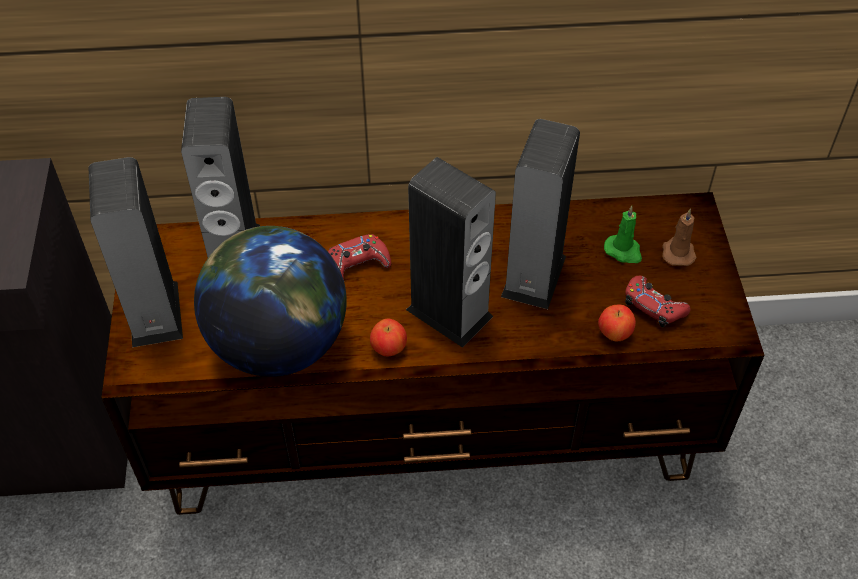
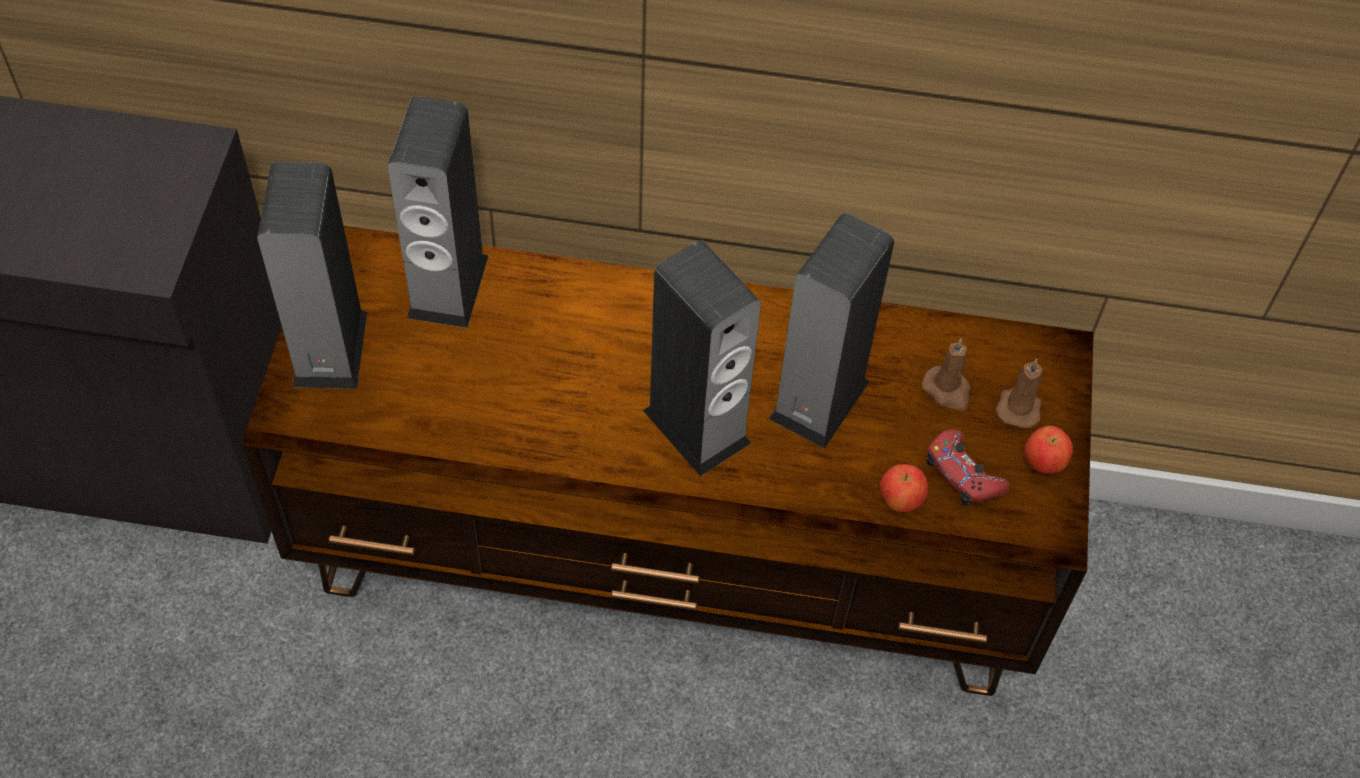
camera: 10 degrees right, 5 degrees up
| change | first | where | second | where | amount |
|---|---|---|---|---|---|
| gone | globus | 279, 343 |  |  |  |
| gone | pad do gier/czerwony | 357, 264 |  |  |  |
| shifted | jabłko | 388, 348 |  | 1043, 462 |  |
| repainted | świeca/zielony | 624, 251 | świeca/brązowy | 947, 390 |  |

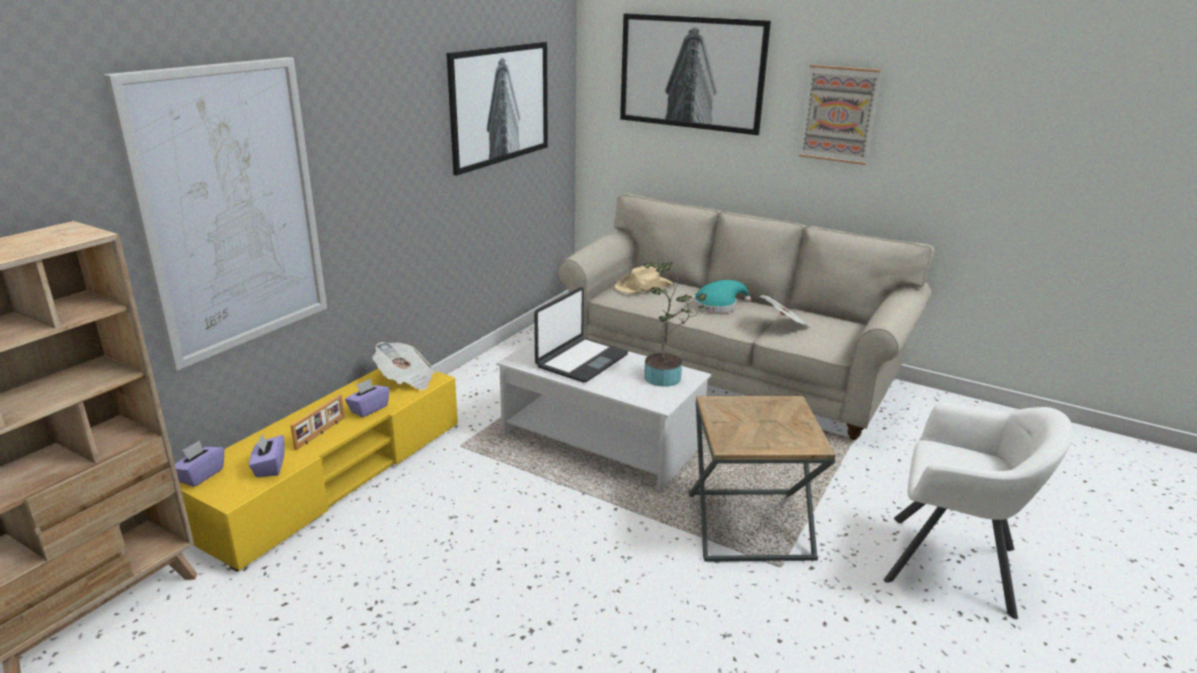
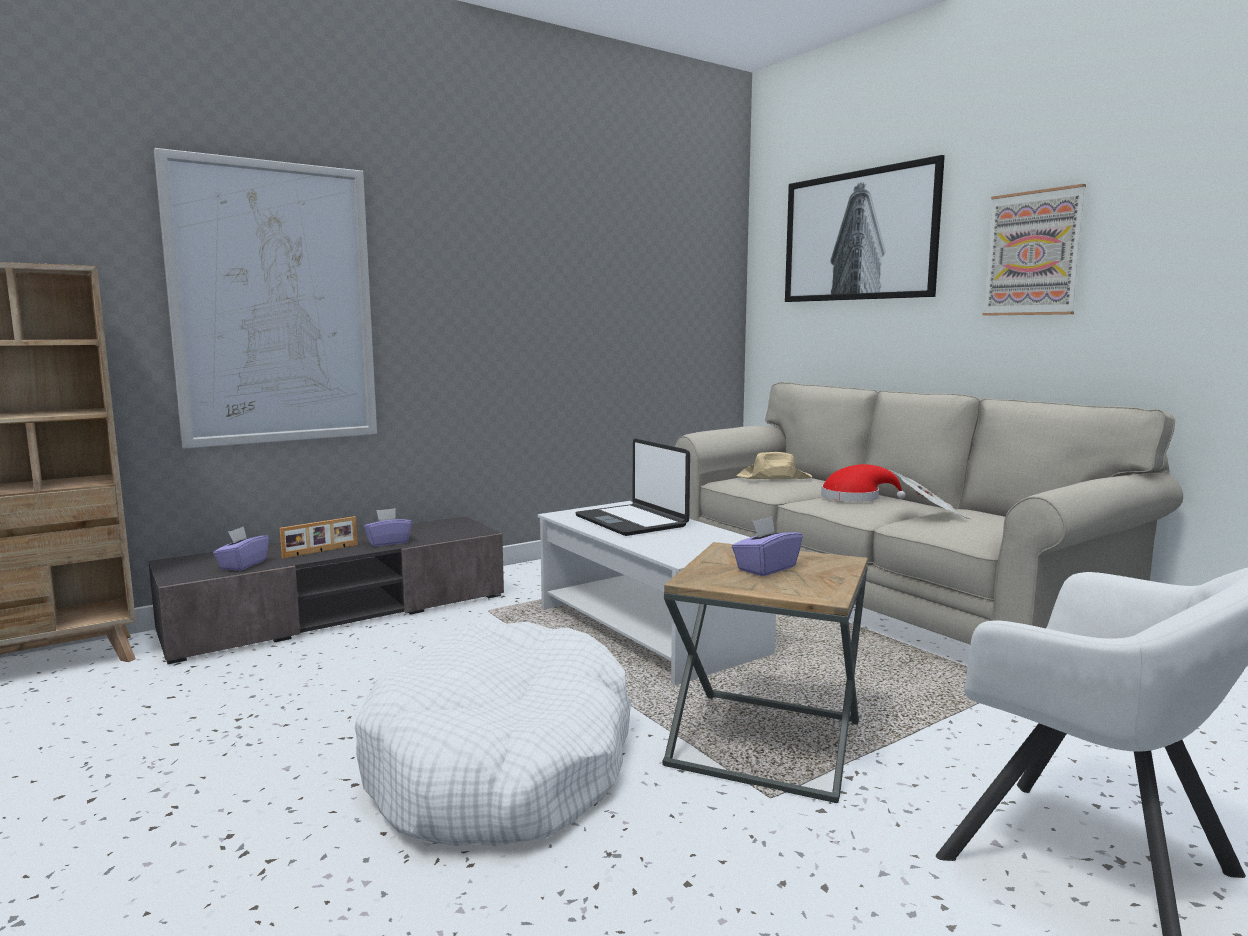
camera: 25 degrees right, 15 degrees down
| change | first | where | second | where | amount |
|---|---|---|---|---|---|
| shifted | pudełko chusteczek/fioletowy | 200, 475 |  | 766, 568 |  |
| repainted | szafka pod telewizor/żółty | 334, 476 | szafka pod telewizor/szary | 340, 613 |  |
| gone | gazeta | 406, 380 |  |  |  |
| gone | obraz | 499, 104 |  |  |  |
| rotated | laptop | 581, 360 |  | 632, 521 | 90 degrees clockwise |
| gone | roślina doniczkowa | 667, 377 |  |  |  |
| repainted | kapelusz/turkusowy | 718, 306 | kapelusz/czerwony | 855, 498 |  |
| new |  |  | legowisko/biały | 502, 763 |  |

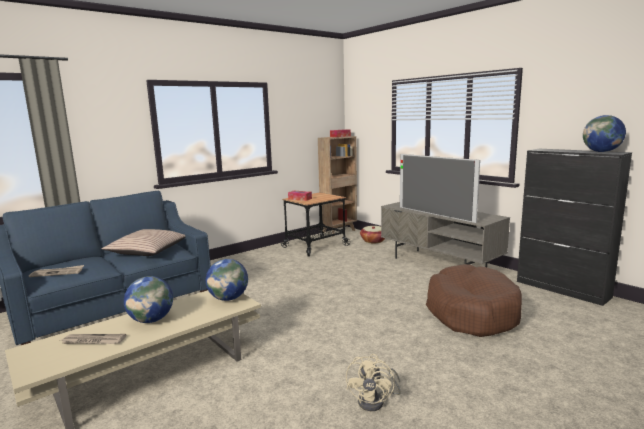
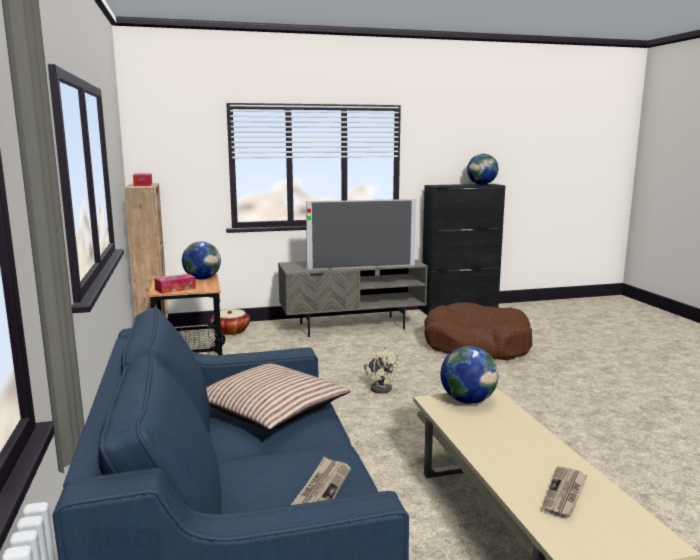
camera: 65 degrees left, 0 degrees up
| change | first | where | second | where | amount |
|---|---|---|---|---|---|
| shifted | globus | 151, 320 |  | 202, 278 |  |
| shifted | wentylator/beżowy | 376, 401 |  | 380, 387 |  |

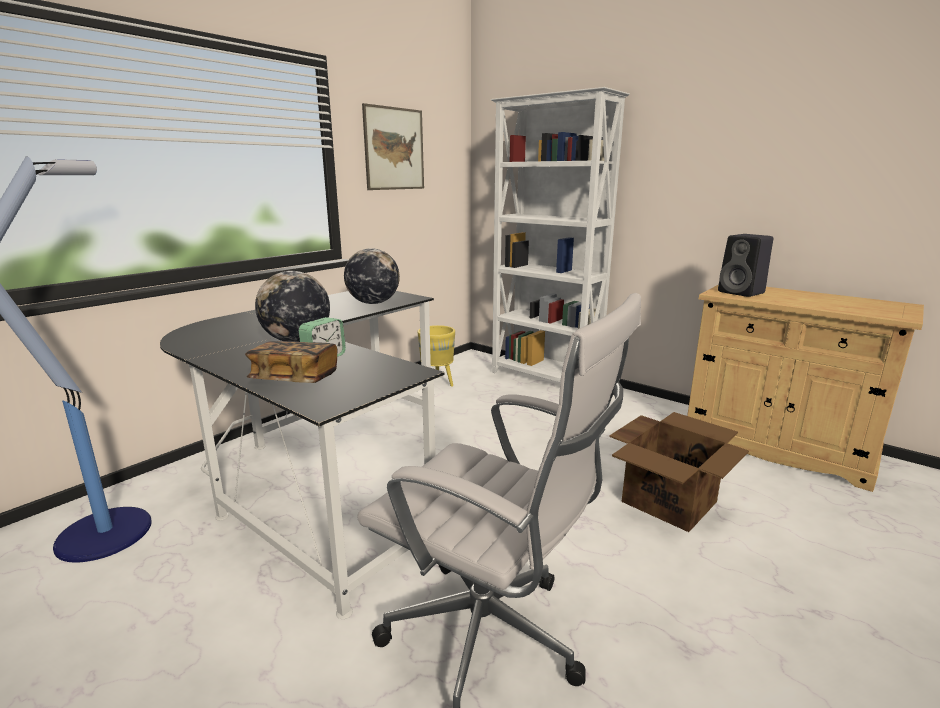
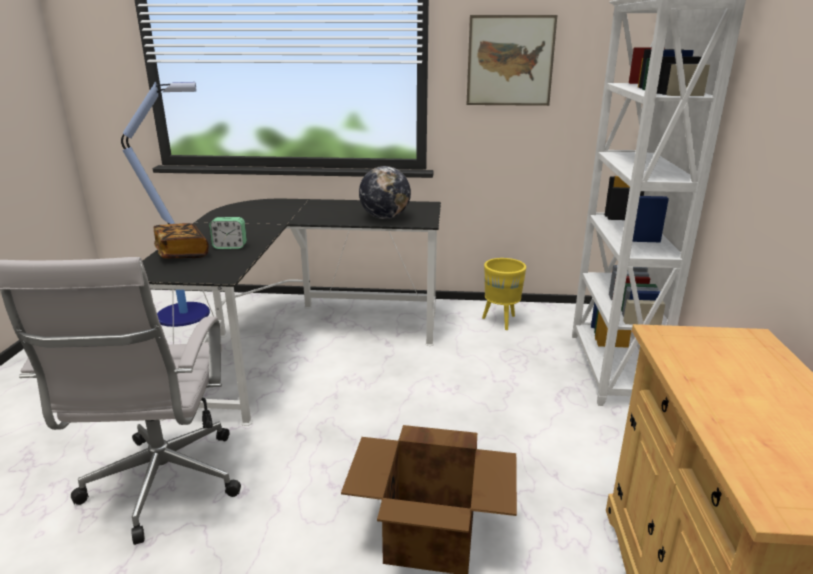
camera: 55 degrees right, 5 degrees up
| change | first | where | second | where | amount |
|---|---|---|---|---|---|
| gone | globus | 297, 341 |  |  |  |
| gone | głośnik/czarny | 742, 293 |  |  |  |

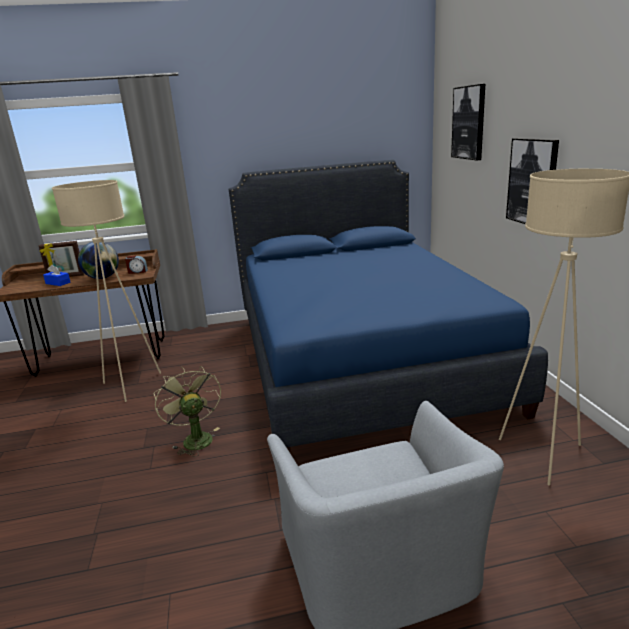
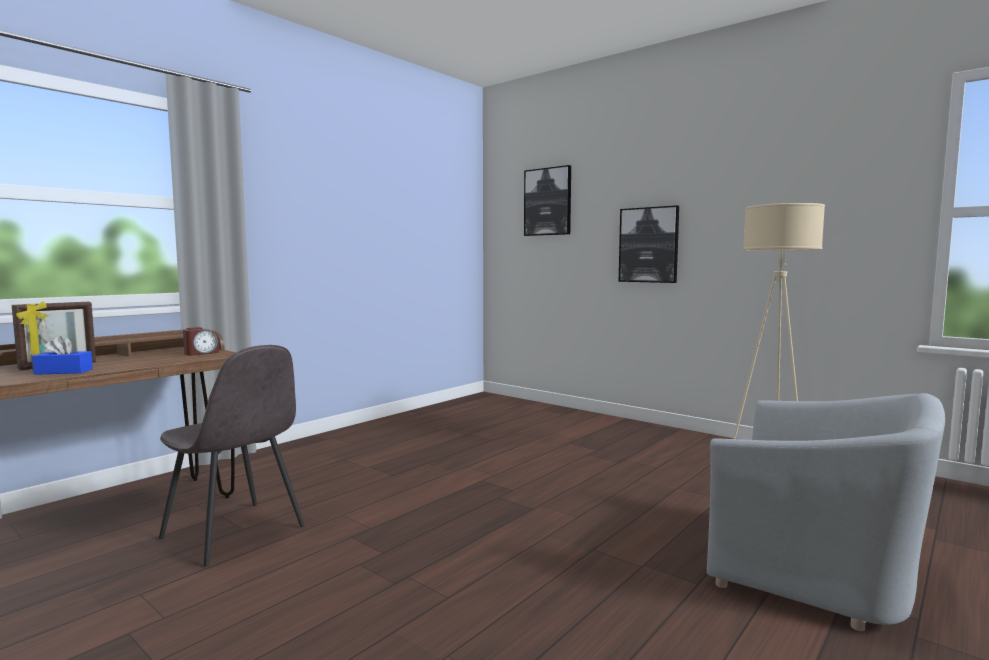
camera: 40 degrees left, 15 degrees down
| change | first | where | second | where | amount |
|---|---|---|---|---|---|
| swapped | lampa stojąca/beżowy | 131, 385 | krzesło/szary | 235, 533 |  |
| gone | globus | 102, 278 |  |  |  |
| gone | wentylator/zielony | 194, 438 |  |  |  |
| gone | łóżko/niebieski | 360, 358 |  |  |  |

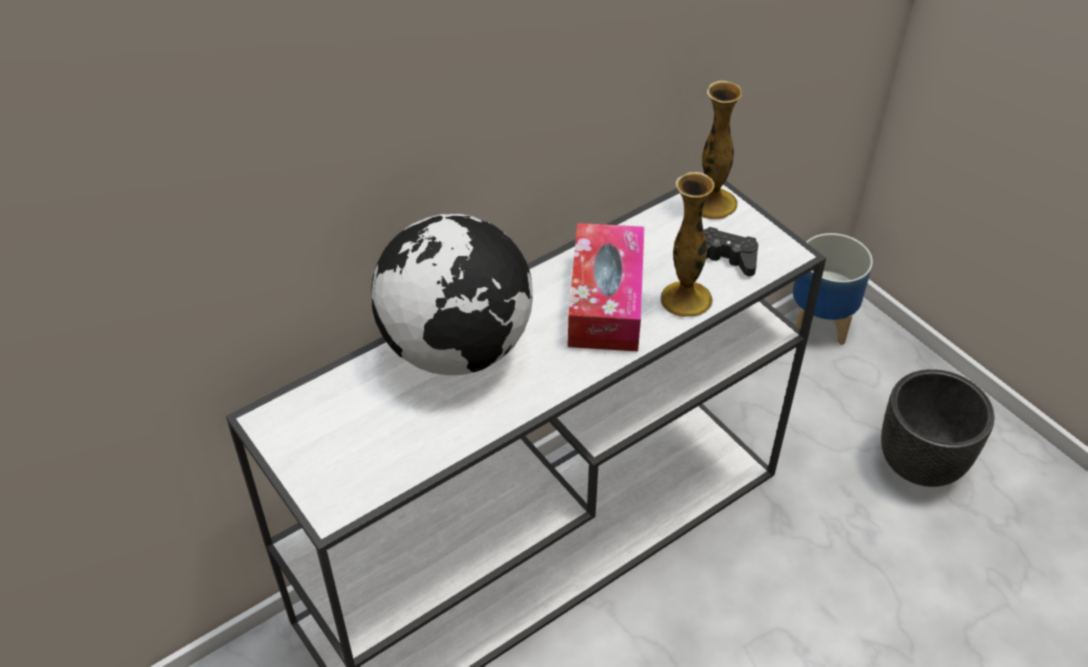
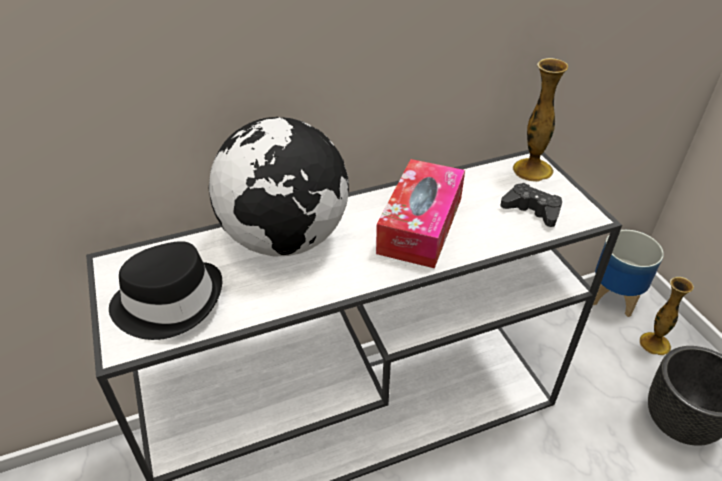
camera: 15 degrees right, 5 degrees down
| change | first | where | second | where | amount |
|---|---|---|---|---|---|
| shifted | wazon | 686, 299 |  | 654, 343 |  |
| new |  |  | kapelusz/czarny | 169, 301 |  |

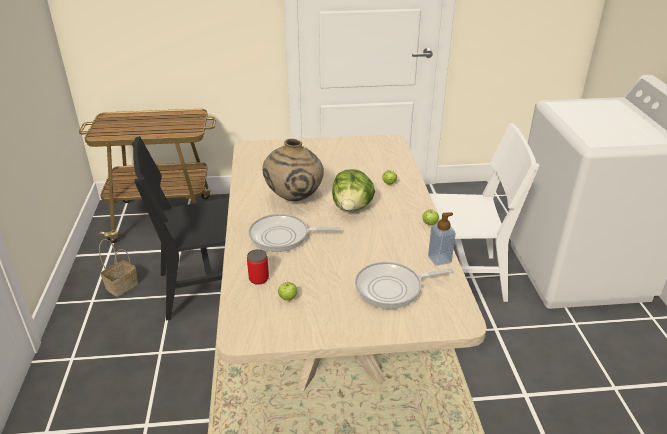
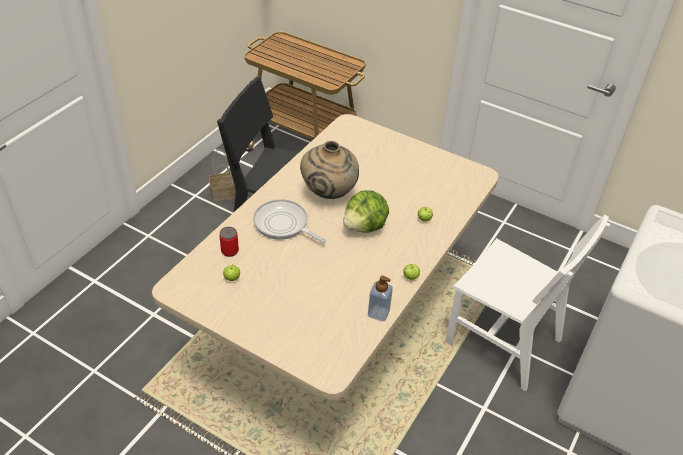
camera: 35 degrees right, 10 degrees up
| change | first | where | second | where | amount |
|---|---|---|---|---|---|
| gone | patelnia | 392, 288 |  |  |  |

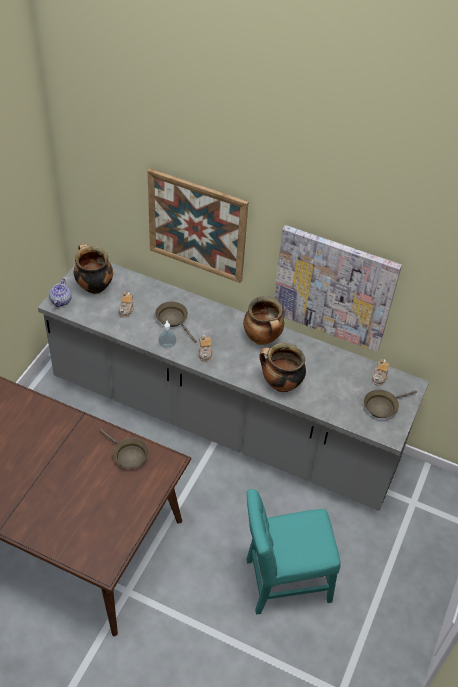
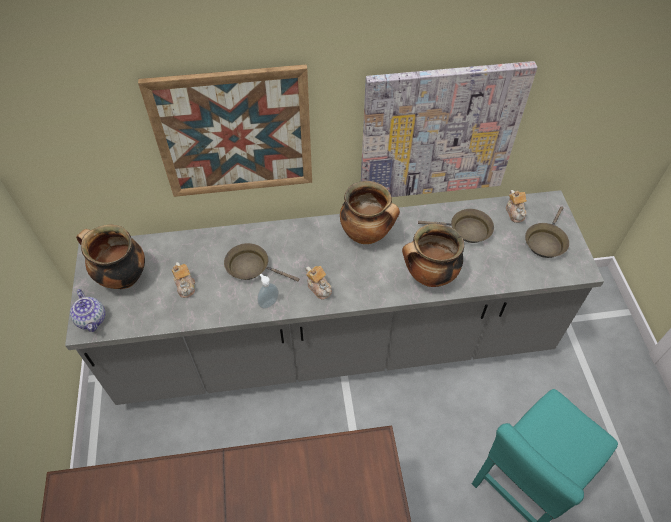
camera: 30 degrees left, 5 degrees up
| change | first | where | second | where | amount |
|---|---|---|---|---|---|
| shifted | patelnia/brązowy | 128, 455 |  | 466, 230 |  |

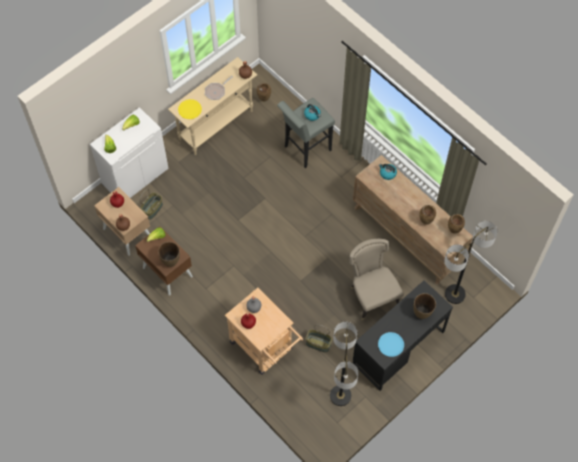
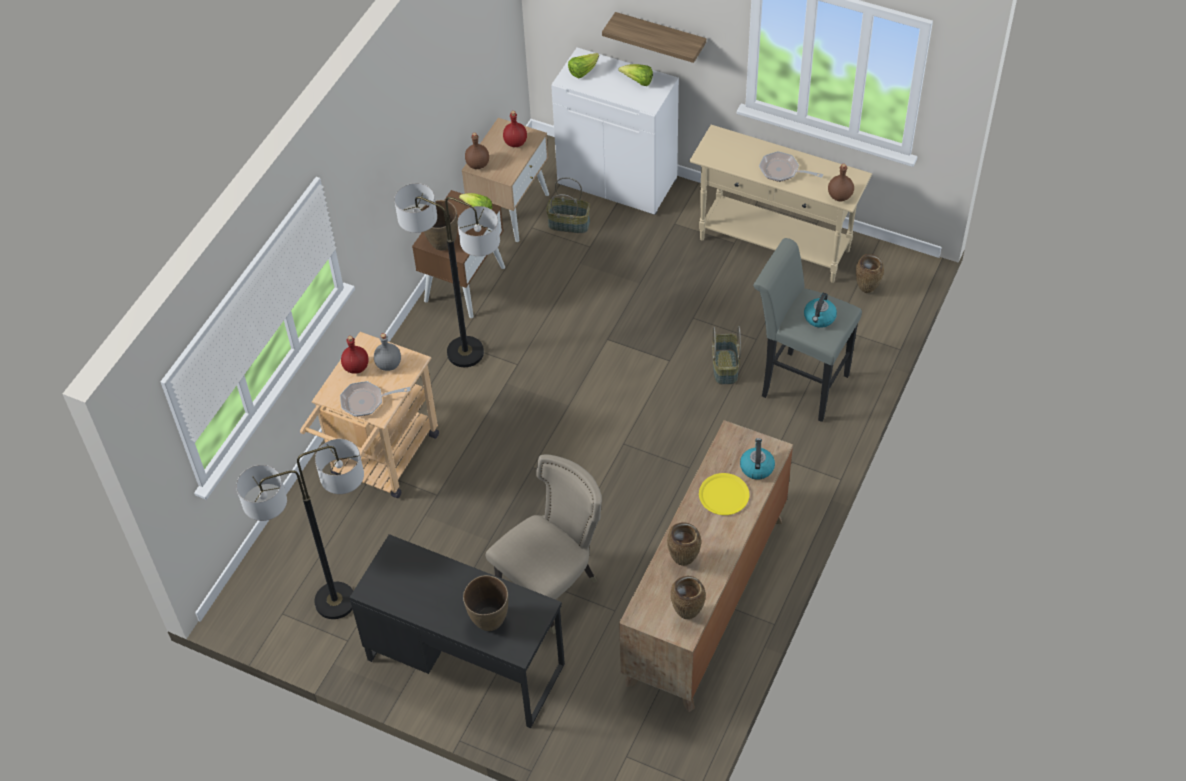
camera: 70 degrees right, 10 degrees down
| change | first | where | second | where | amount |
|---|---|---|---|---|---|
| shifted | talerz/żółty | 190, 109 |  | 723, 495 |  |
| shifted | koszyk | 318, 344 |  | 724, 367 |  |
| gone | talerz/niebieski | 391, 344 |  |  |  |
| shifted | lampa stojąca | 454, 294 |  | 465, 352 |  |
| new |  |  | patelnia | 366, 401 |  |
| new |  |  | półka | 660, 38 |  |

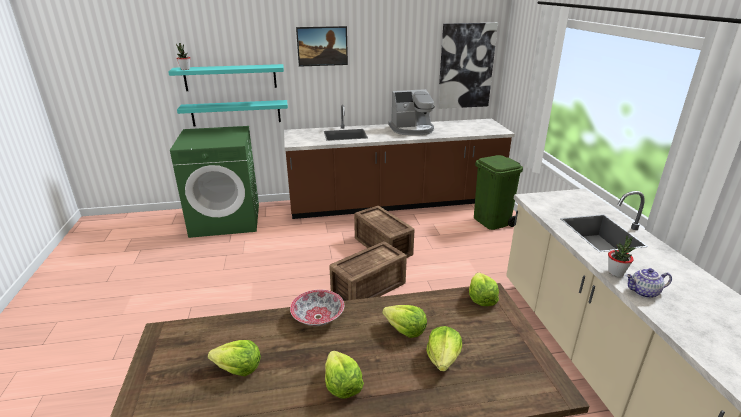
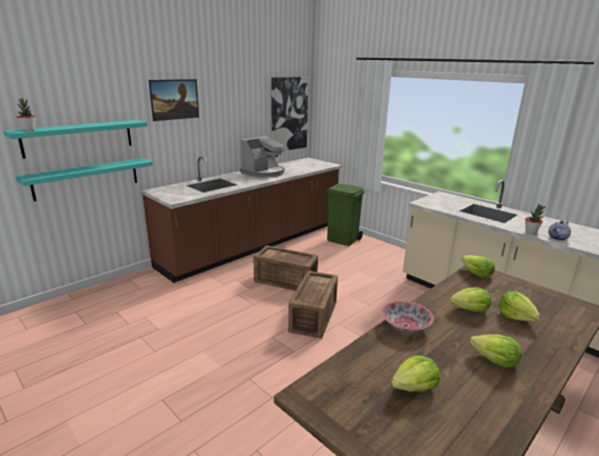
camera: 35 degrees left, 5 degrees down
| change | first | where | second | where | amount |
|---|---|---|---|---|---|
| gone | pralka/zielony | 226, 220 |  |  |  |

